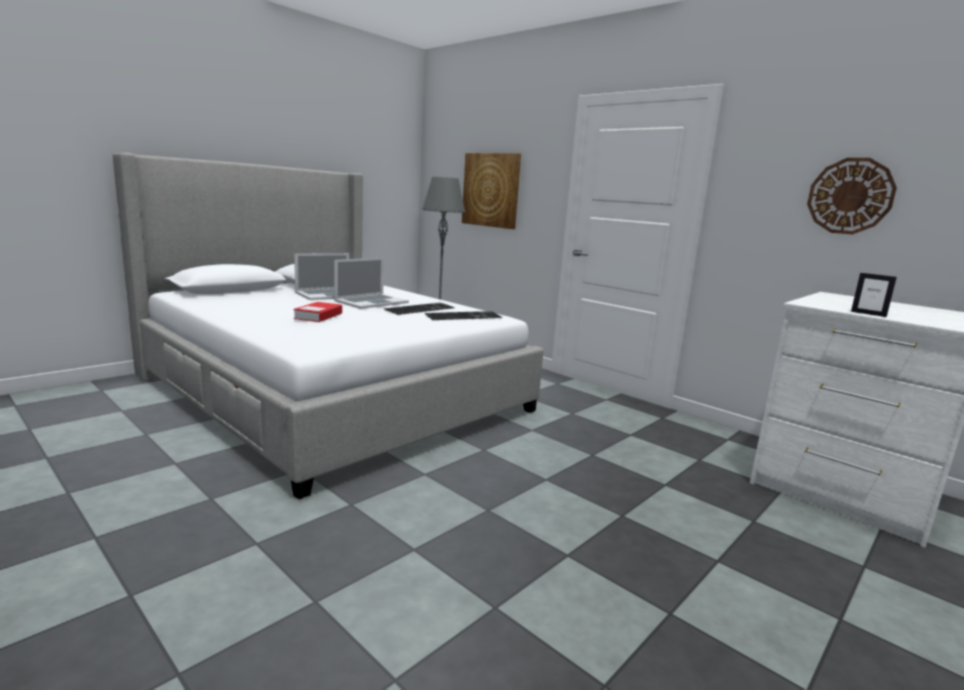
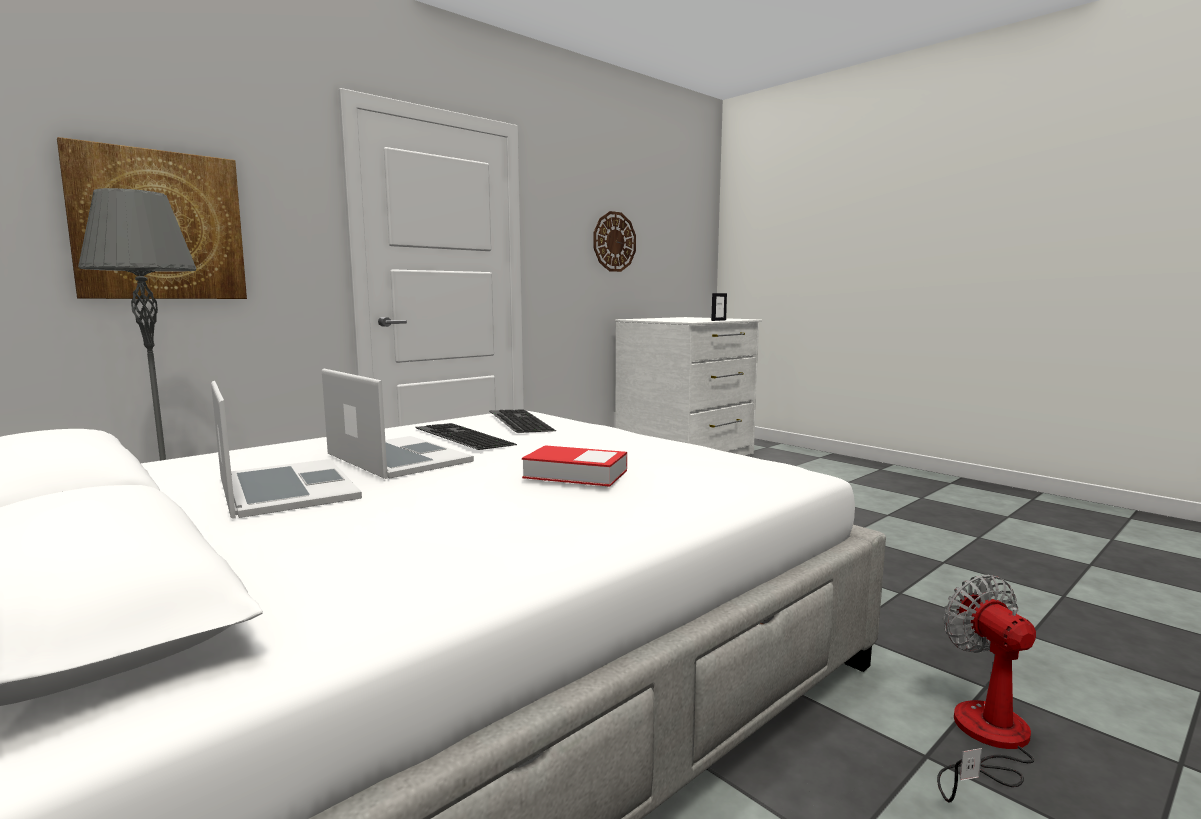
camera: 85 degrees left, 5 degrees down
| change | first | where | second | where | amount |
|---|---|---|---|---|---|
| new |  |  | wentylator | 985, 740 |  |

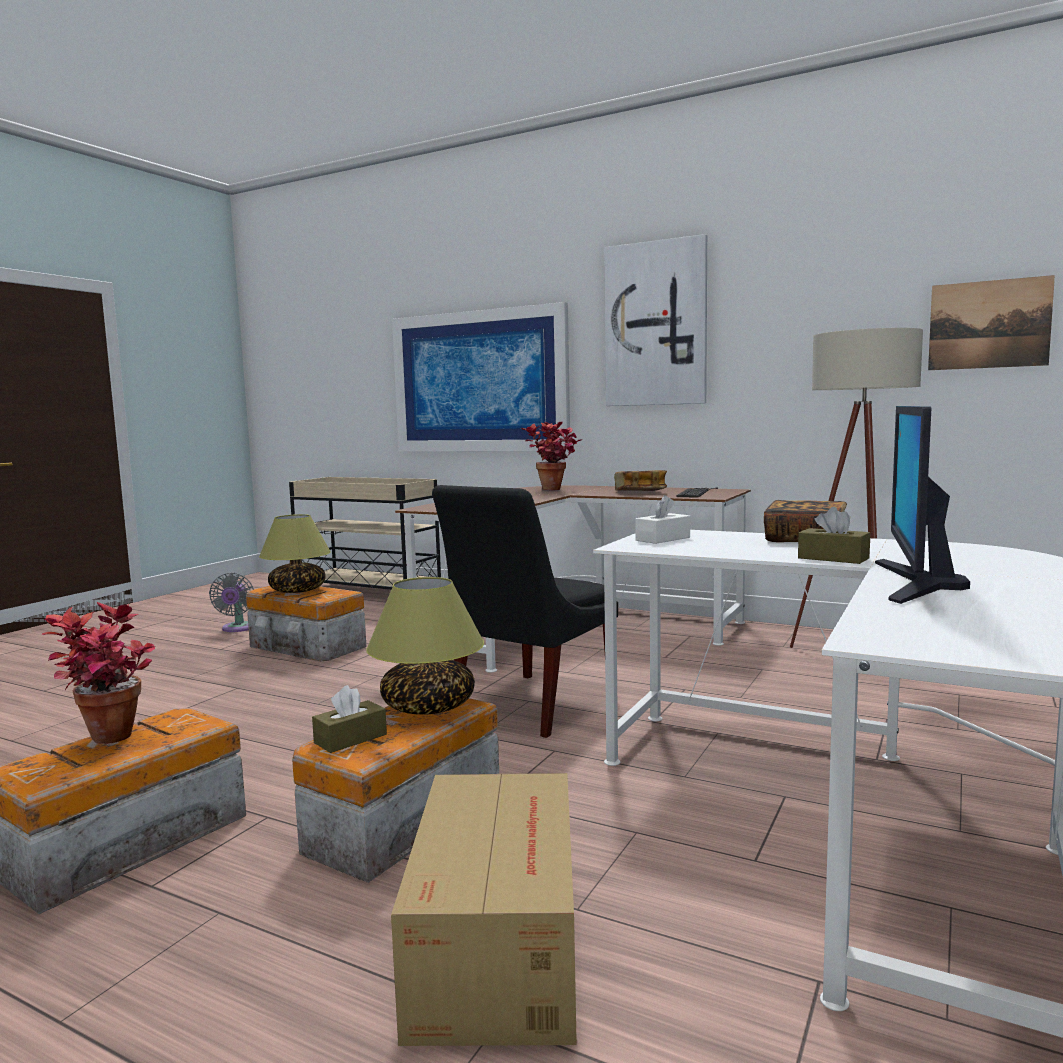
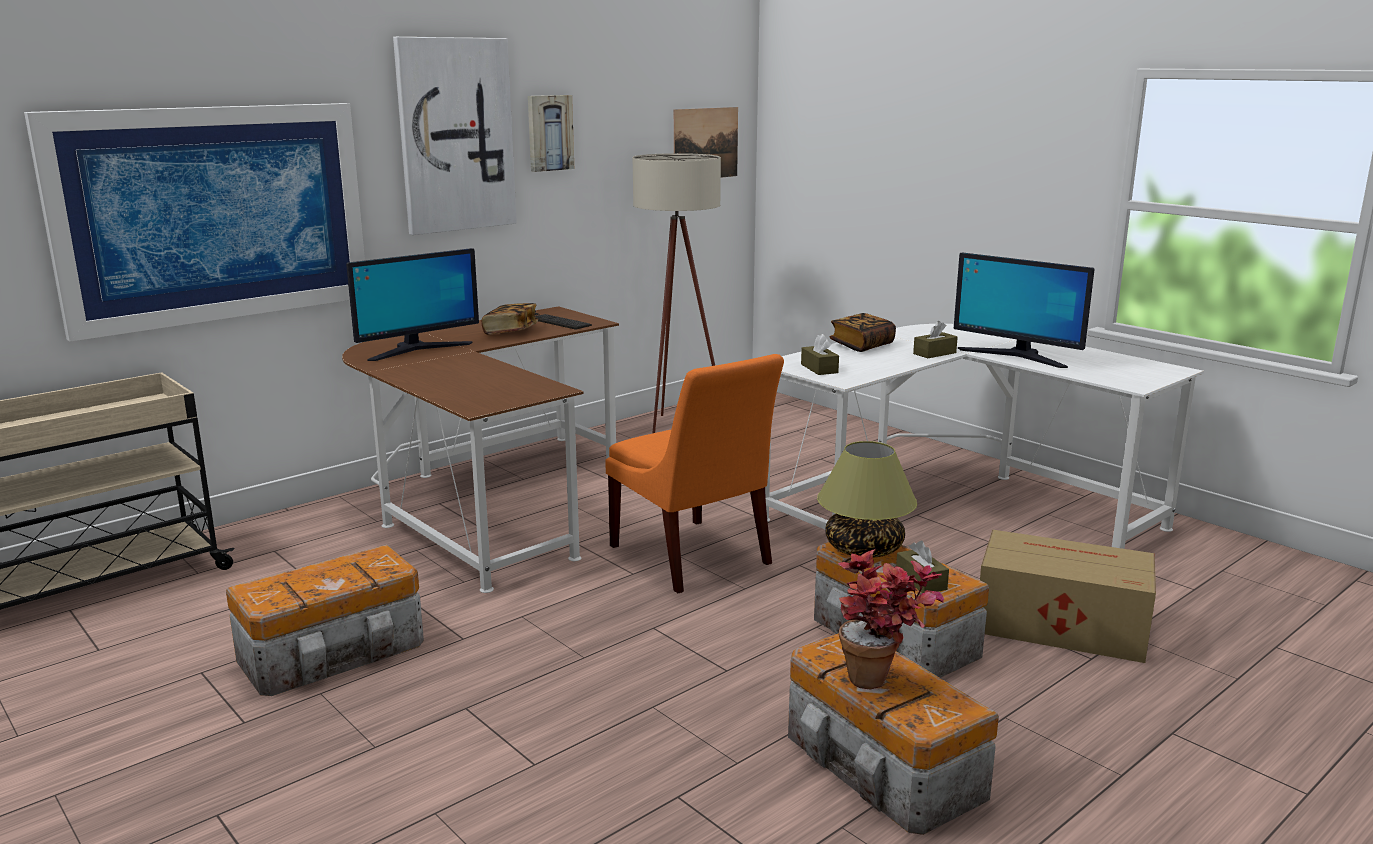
camera: 70 degrees left, 10 degrees up
| change | first | where | second | where | amount |
|---|---|---|---|---|---|
| gone | wentylator/szary | 237, 628 |  |  |  |
| gone | lampa stołowa | 297, 590 |  |  |  |
| repainted | krzesło/czarny | 529, 706 | krzesło/pomarańczowy | 692, 558 |  |
| swapped | roślina doniczkowa | 554, 490 | monitor | 417, 350 |  |
| repainted | pudełko chusteczek/biały | 663, 539 | pudełko chusteczek/brązowy | 819, 368 |  |
| new |  |  | obraz | 549, 133 |  |

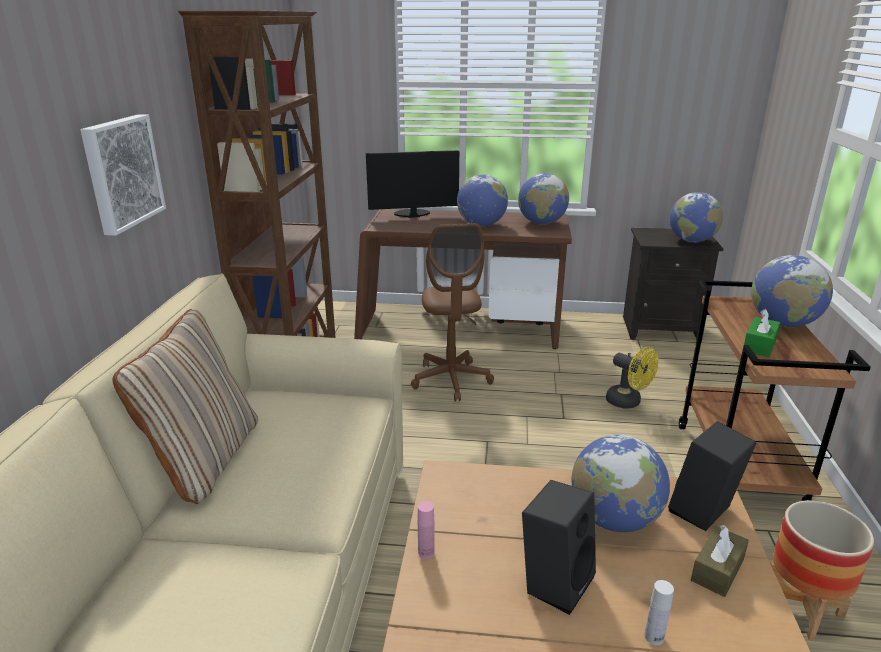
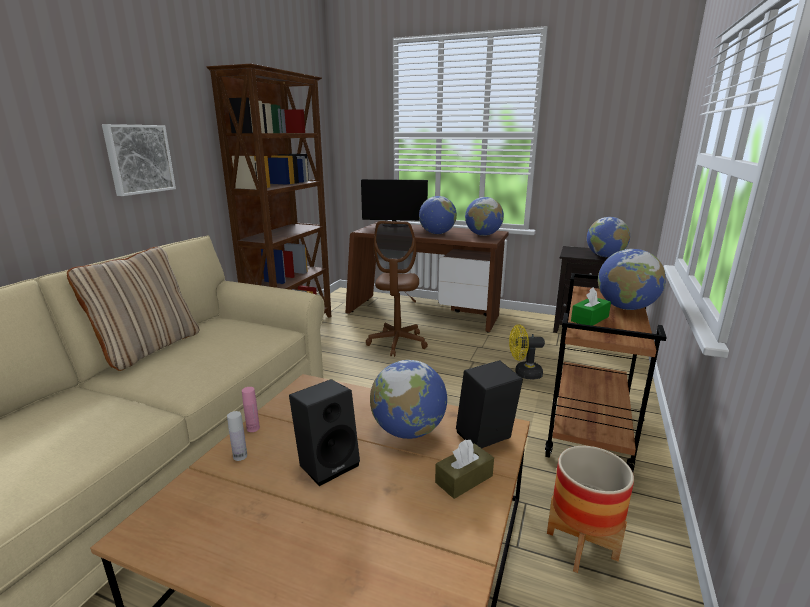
camera: 15 degrees right, 5 degrees down
| change | first | where | second | where | amount |
|---|---|---|---|---|---|
| rotated | wentylator/żółty | 628, 402 |  | 523, 373 | 120 degrees clockwise |
| shifted | butelka/biały | 654, 637 |  | 240, 456 |  |

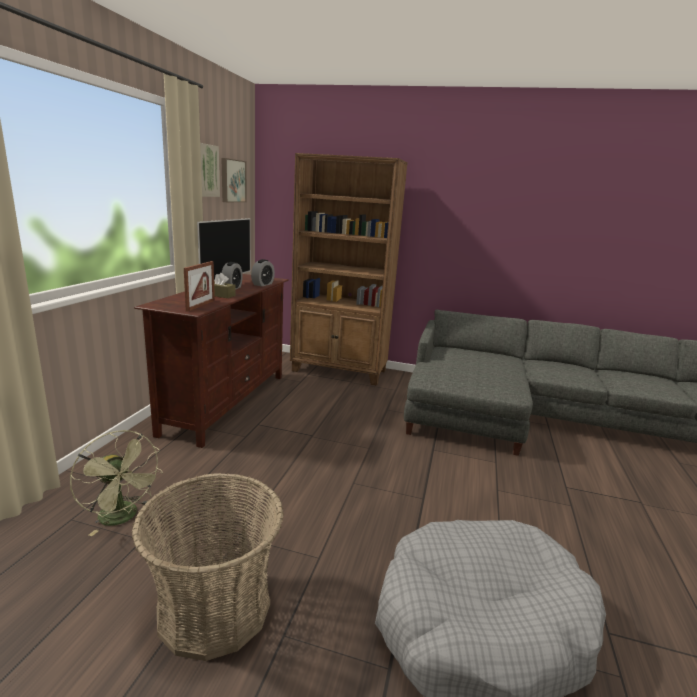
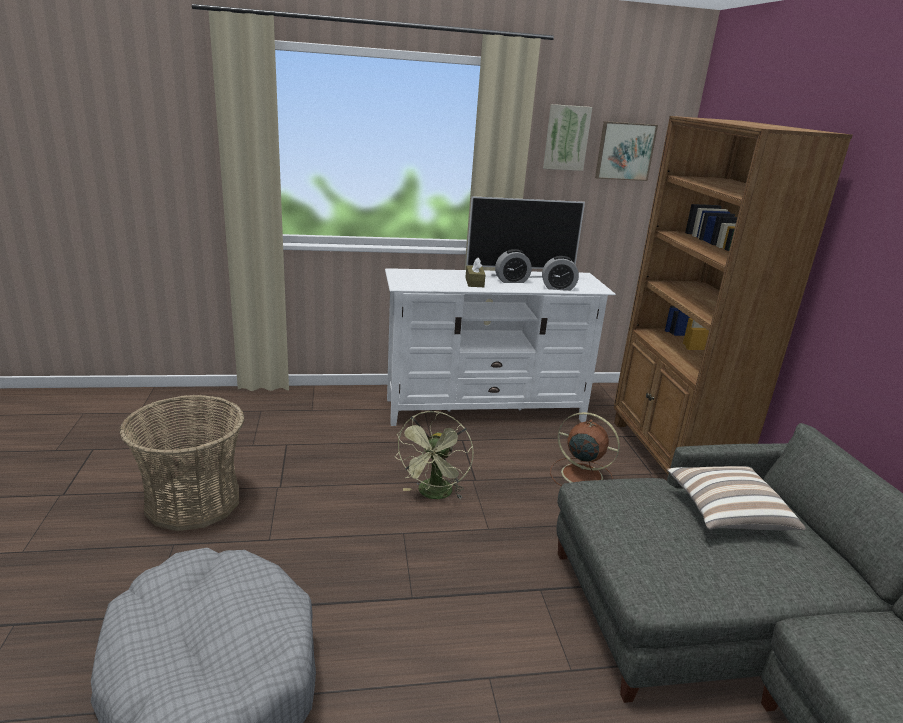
camera: 65 degrees right, 5 degrees up
| change | first | where | second | where | amount |
|---|---|---|---|---|---|
| shifted | wentylator/zielony | 123, 518 |  | 434, 495 |  |
| repainted | szafka pod telewizor/brązowy | 226, 402 | szafka pod telewizor/biały | 485, 409 |  |
| gone | ramka na zdjęcie | 200, 305 |  |  |  |
| new |  |  | wentylator/brązowy | 580, 474 |  |
| new |  |  | poduszka | 726, 513 |  |

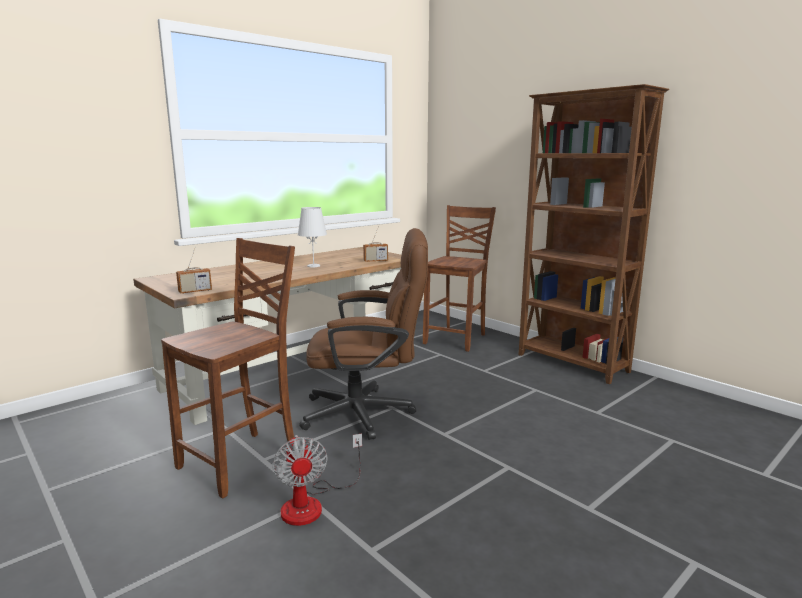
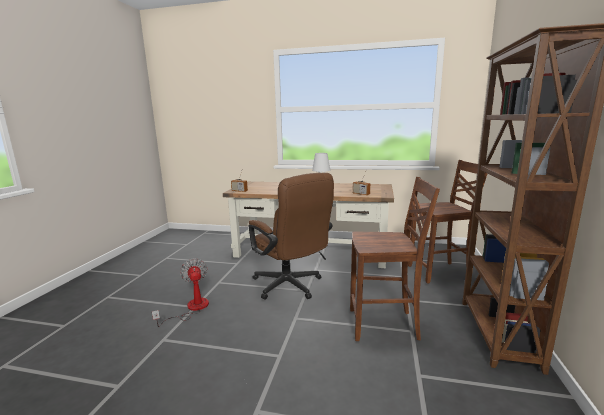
camera: 55 degrees right, 0 degrees up
| change | first | where | second | where | amount |
|---|---|---|---|---|---|
| shifted | krzesło/brązowy | 242, 461 |  | 385, 325 |  |
| rotated | wentylator | 312, 503 |  | 191, 309 | 120 degrees clockwise |

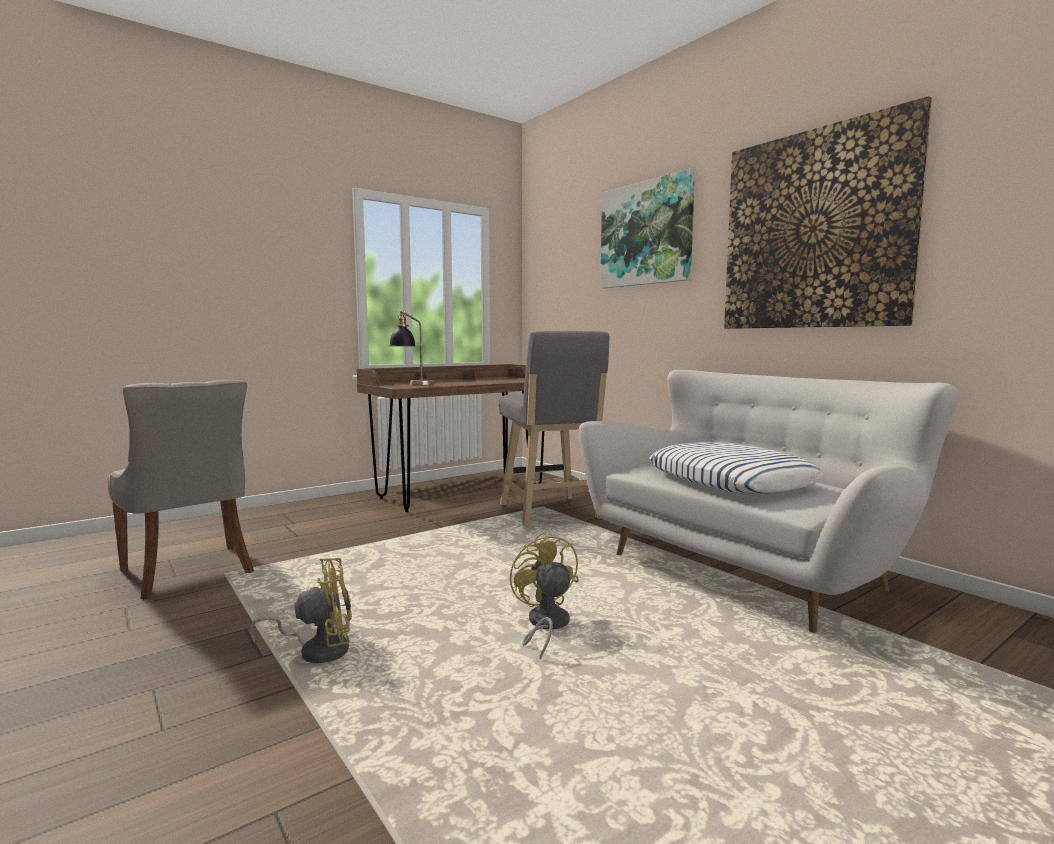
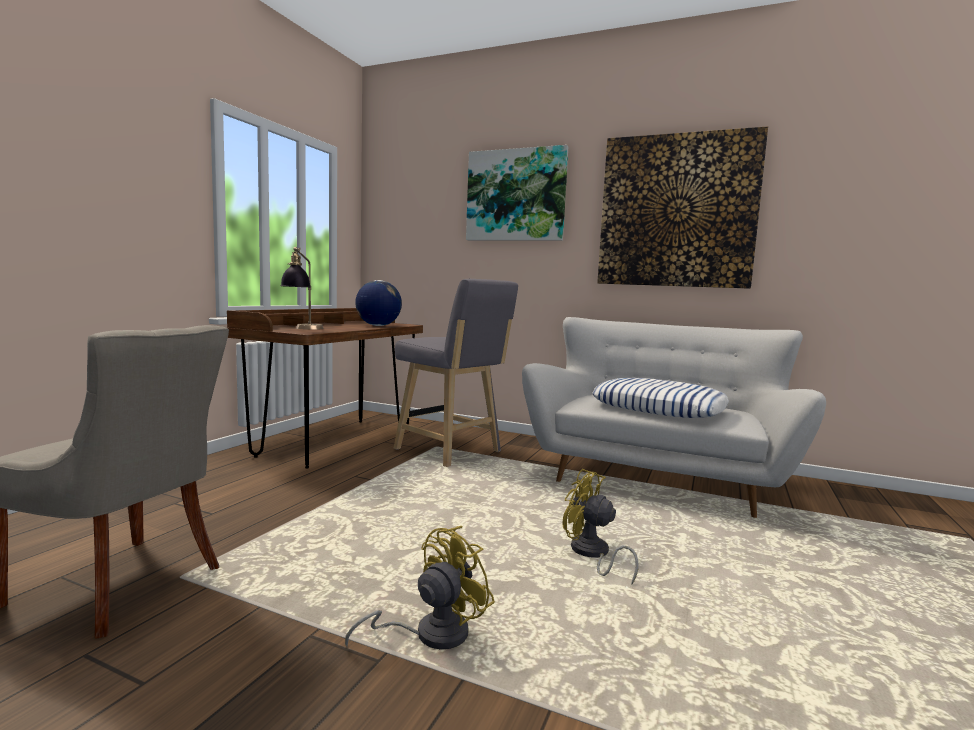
camera: 30 degrees left, 0 degrees up
| change | first | where | second | where | amount |
|---|---|---|---|---|---|
| new |  |  | globus | 378, 325 |  |

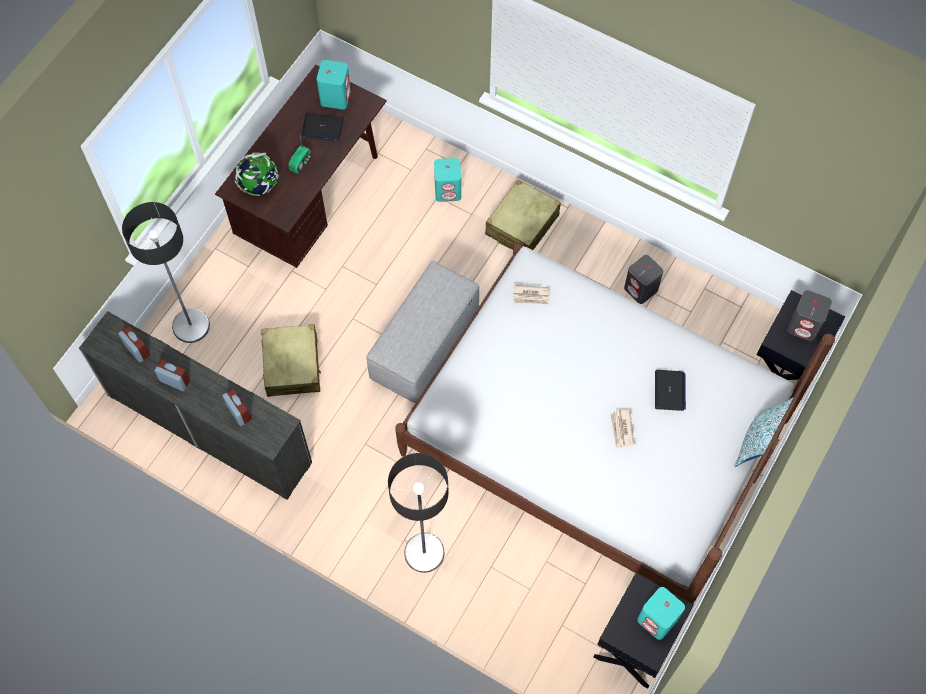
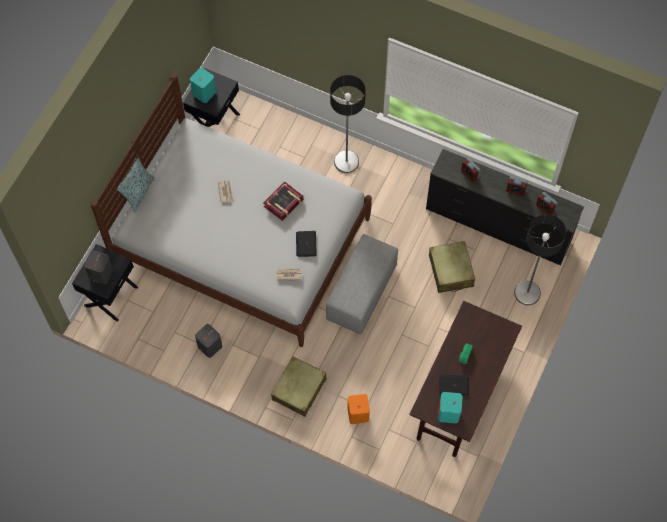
camera: 175 degrees right, 0 degrees up
| change | first | where | second | where | amount |
|---|---|---|---|---|---|
| gone | globus | 259, 186 |  |  |  |
| repainted | głośnik/turkusowy | 448, 190 | głośnik/pomarańczowy | 357, 414 |  |
| shifted | laptop | 669, 391 |  | 306, 244 |  |
| new |  |  | książka | 283, 203 |  |

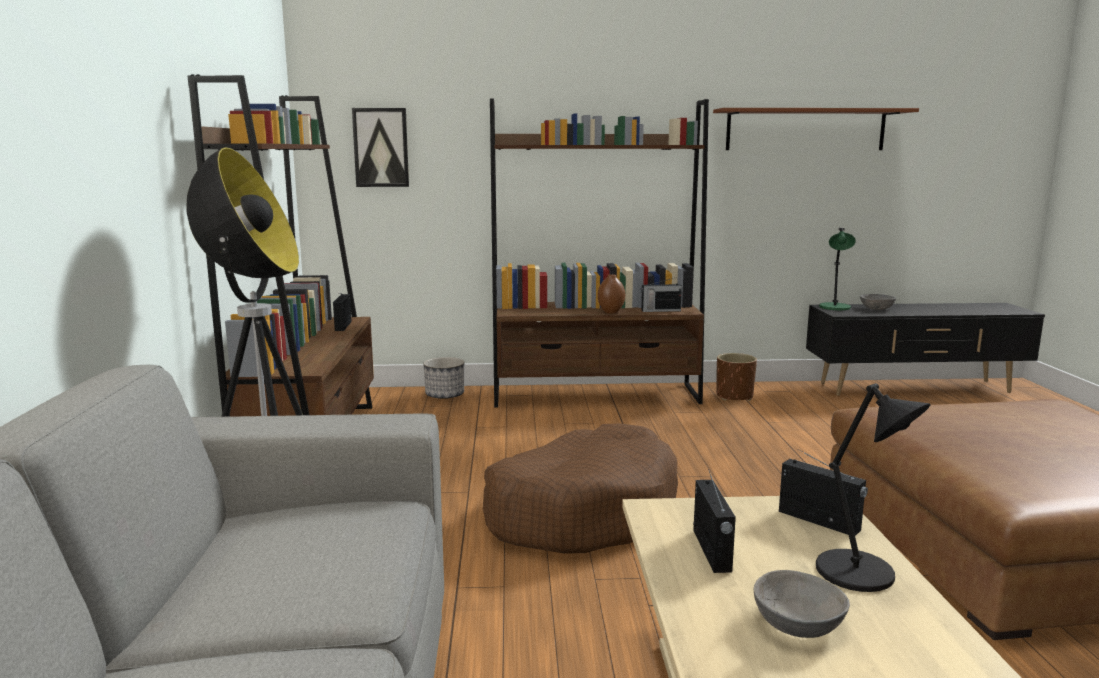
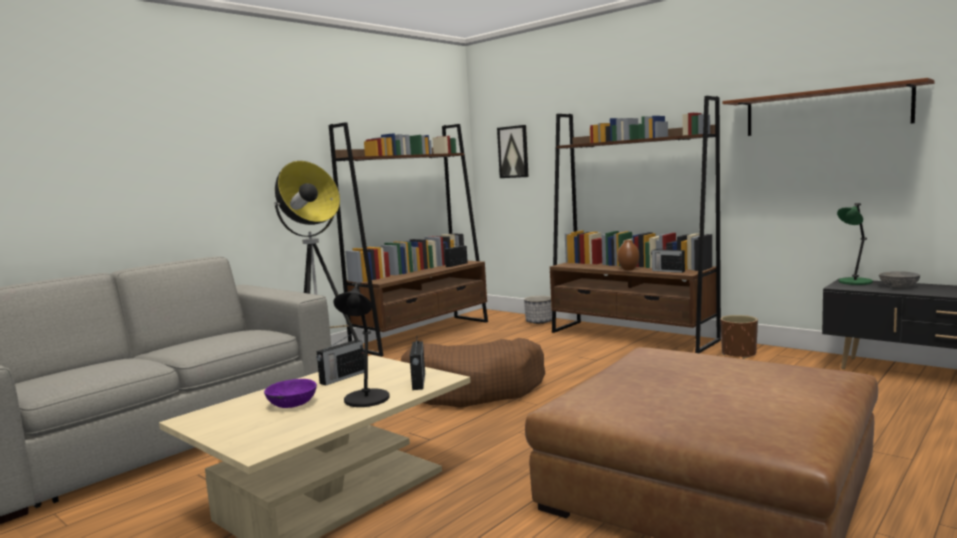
camera: 45 degrees right, 5 degrees down
| change | first | where | second | where | amount |
|---|---|---|---|---|---|
| repainted | miska/szary | 796, 624 | miska/fioletowy | 291, 404 |  |

